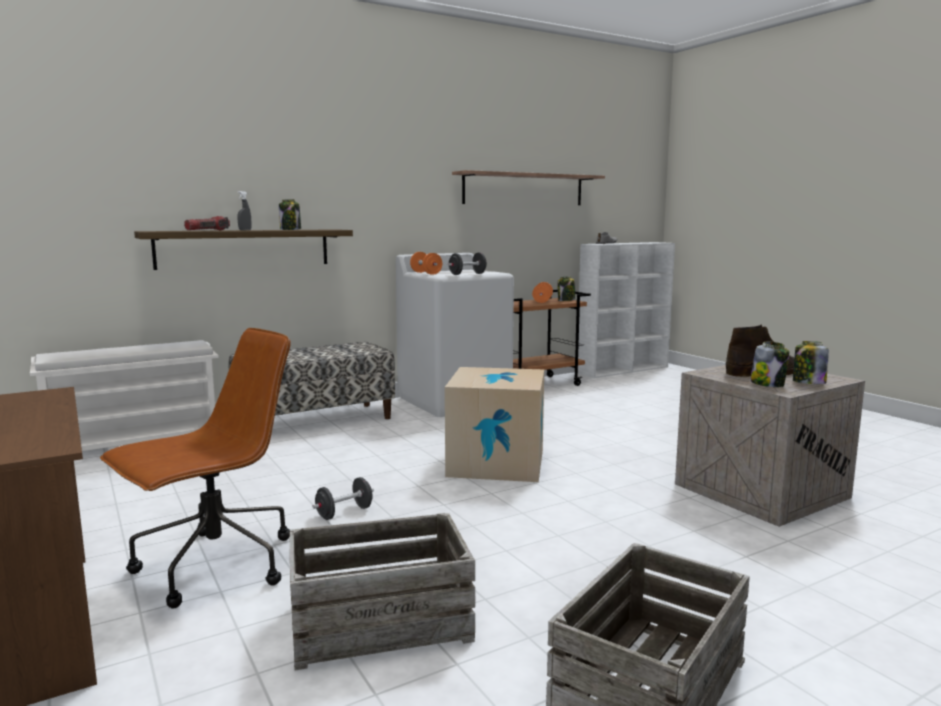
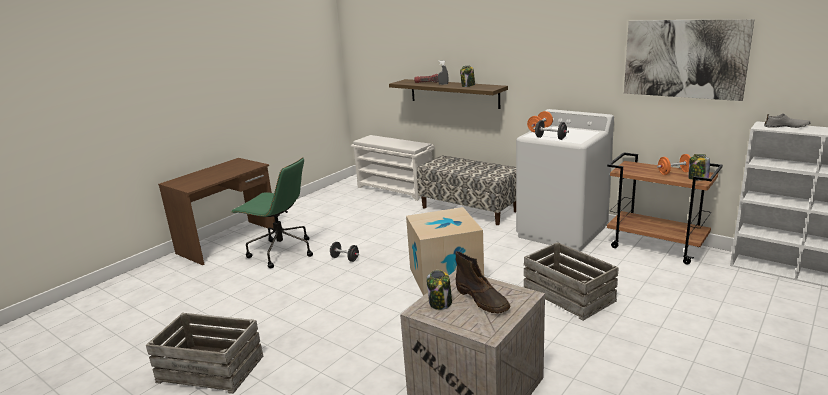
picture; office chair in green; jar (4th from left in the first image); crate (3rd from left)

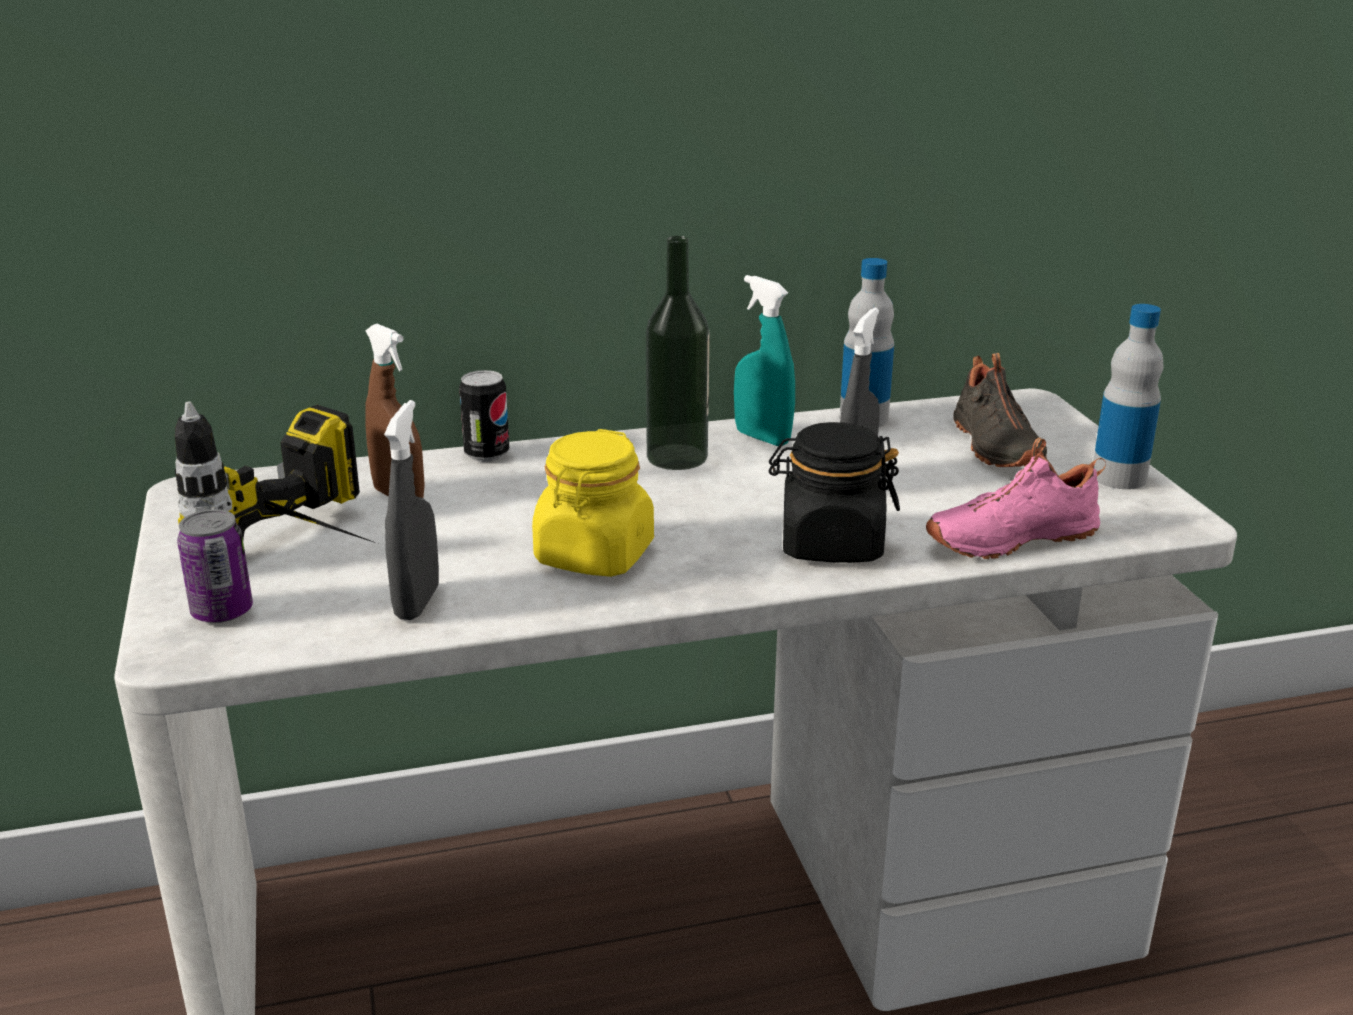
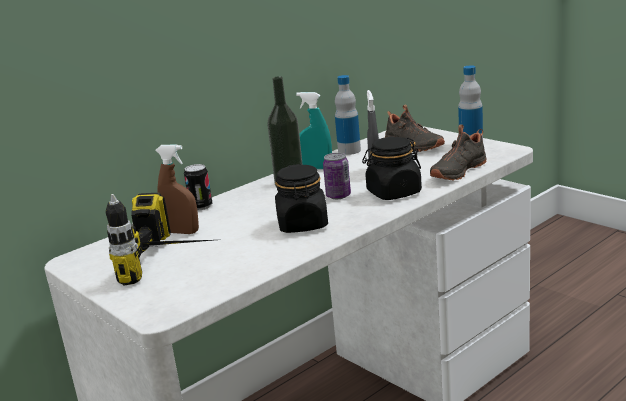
spray bottle in grey (1st from left in the first image); jar in black (1st from left); shoe in black (2nd from left); can (2nd from left)

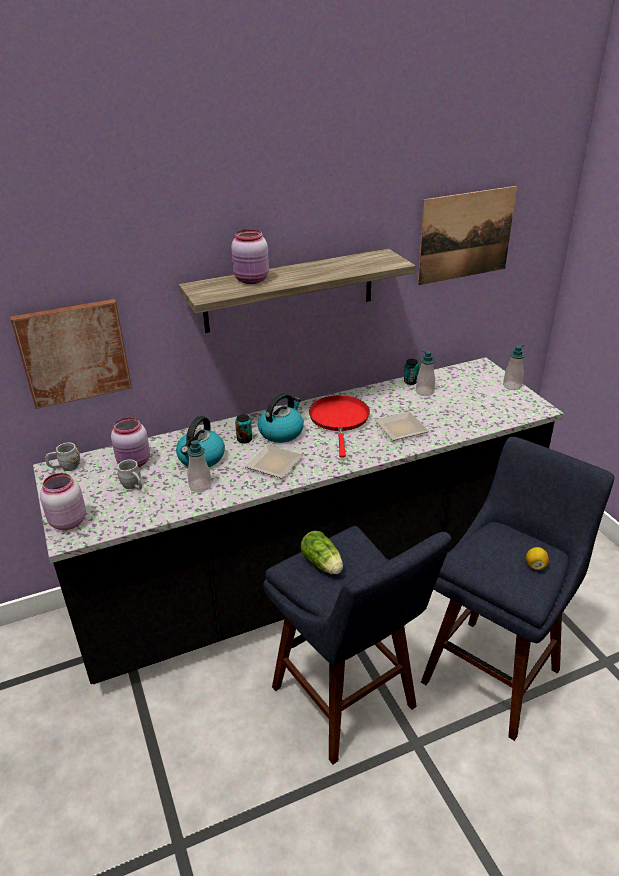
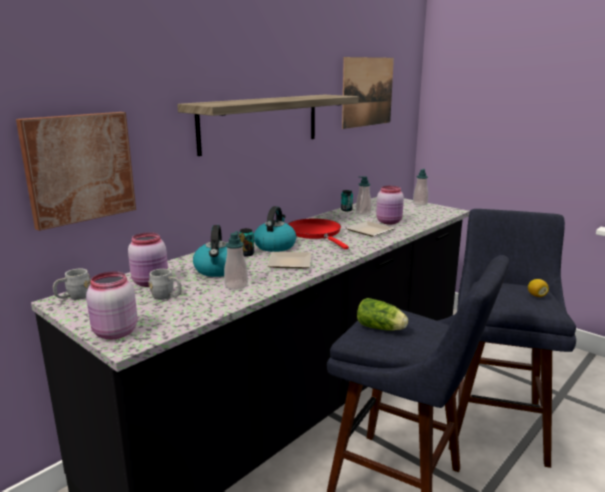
jar in pink (3rd from left)

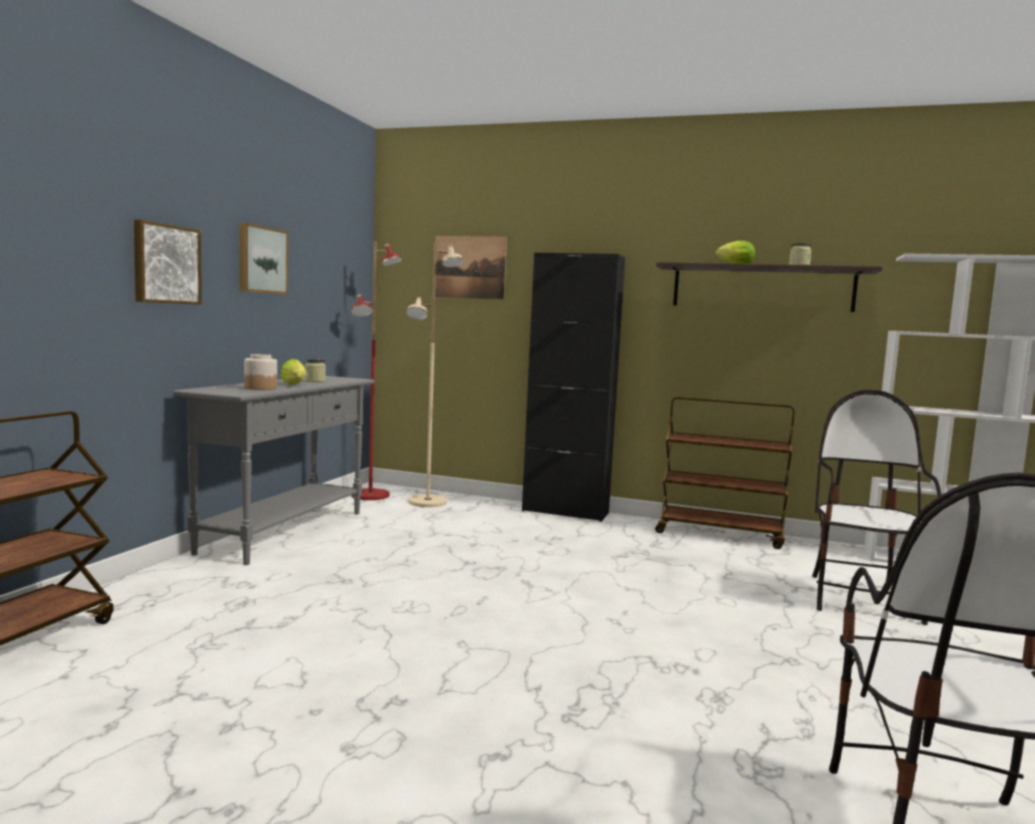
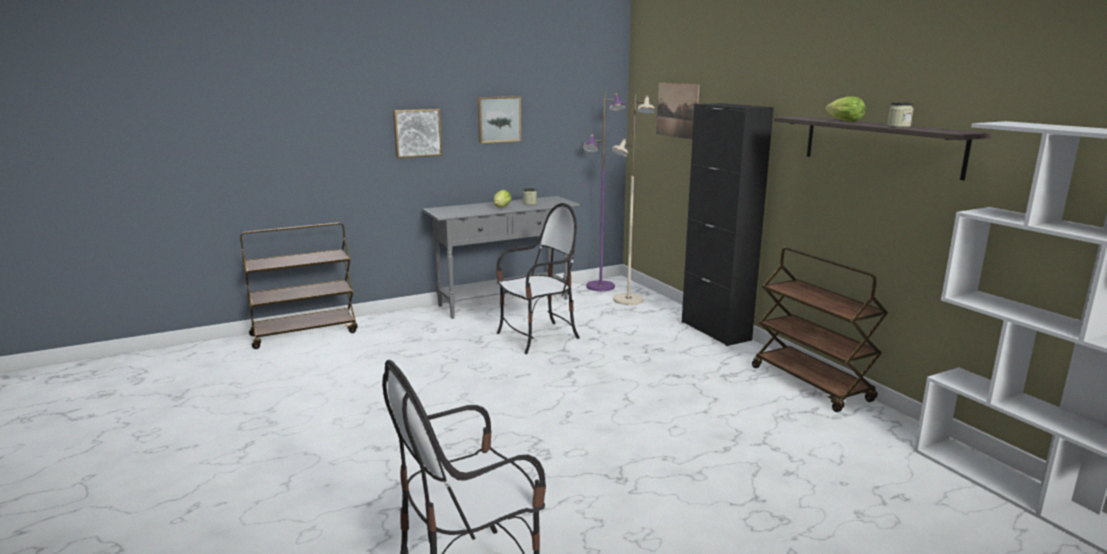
floor lamp in purple; jar (1st from left in the first image); chair (2nd from left)

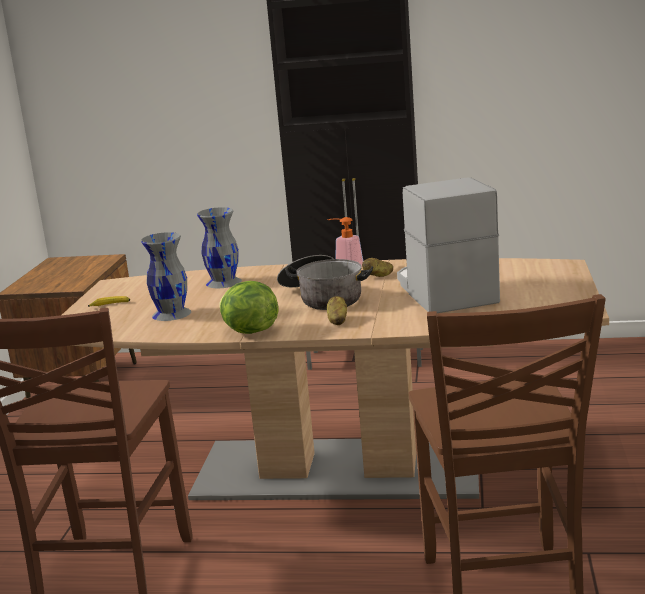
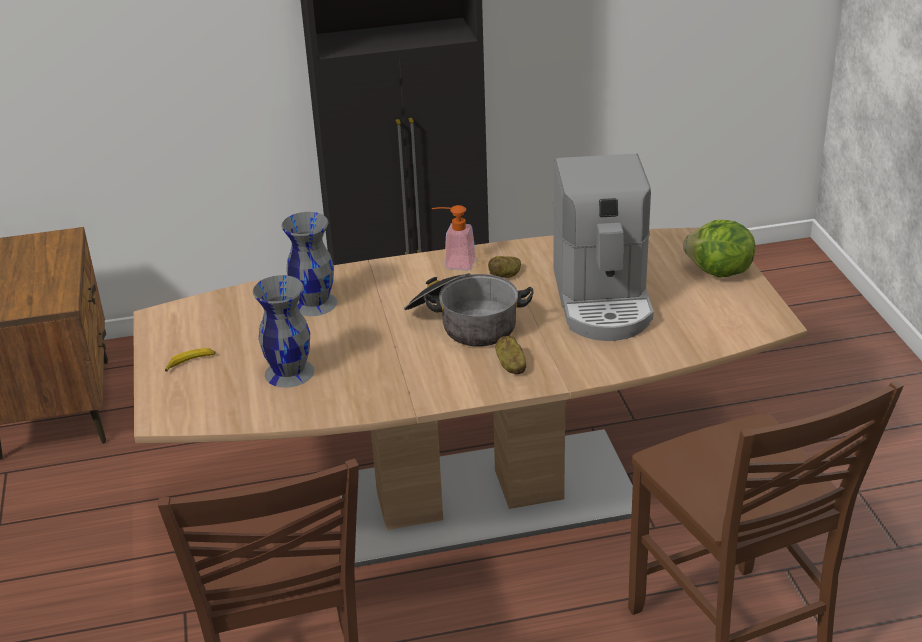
coffee machine; lettuce

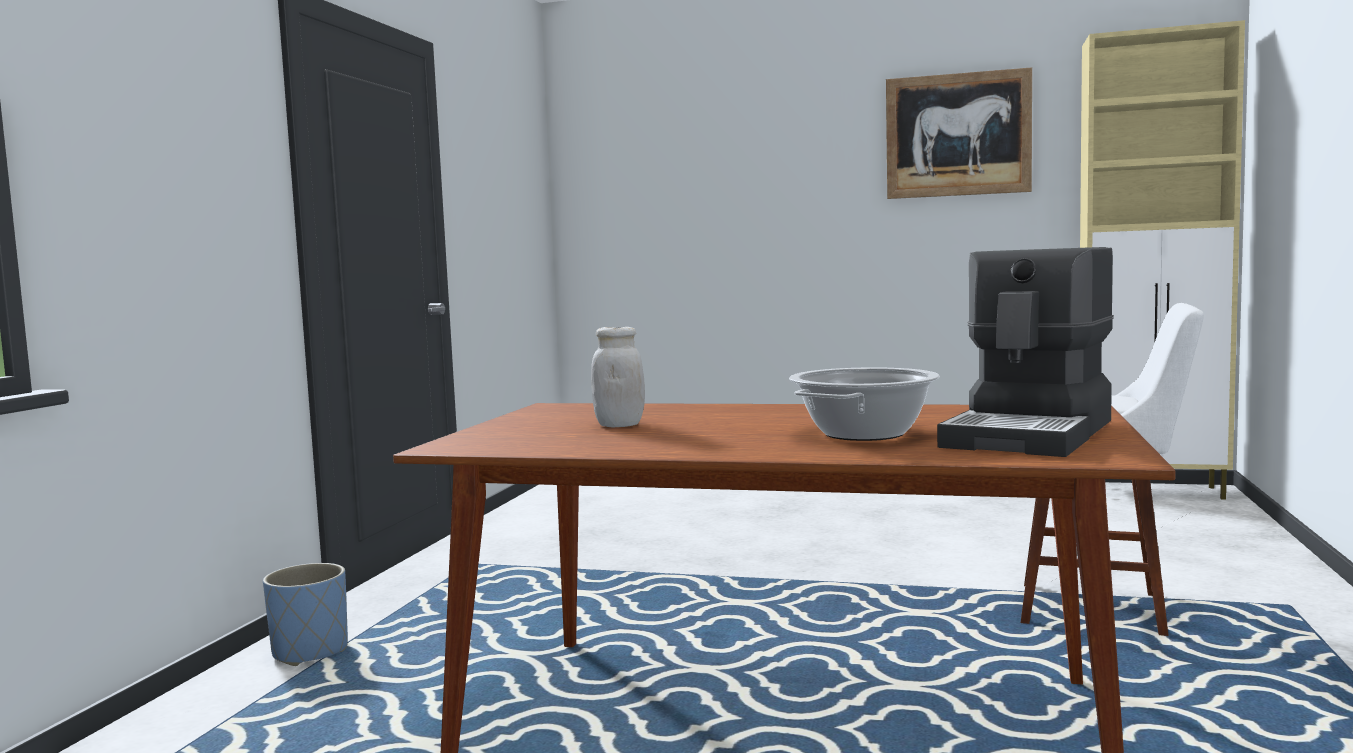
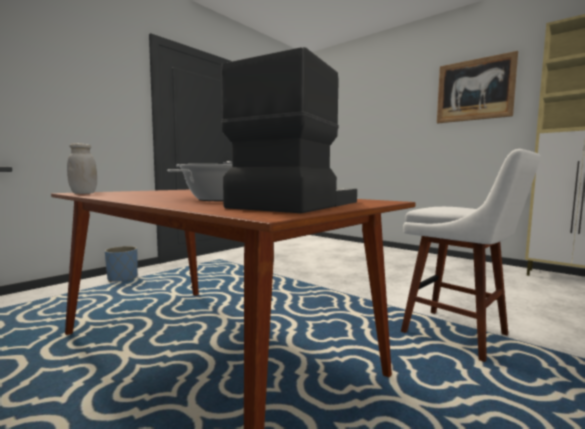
coffee machine; jar in white

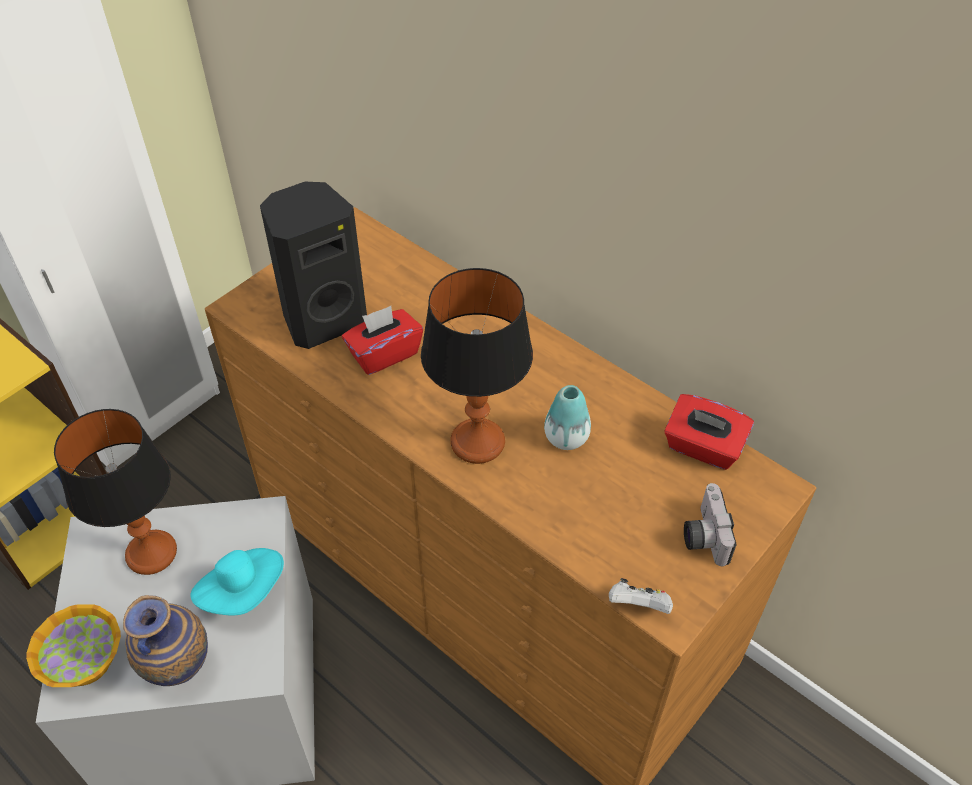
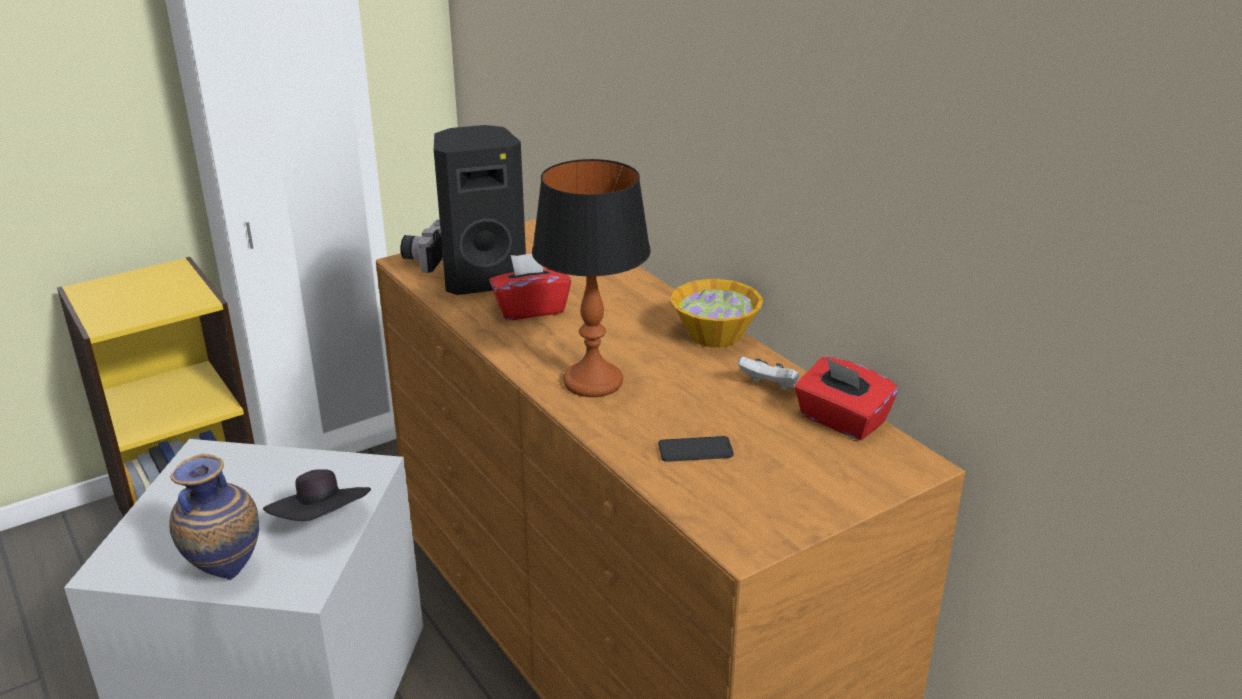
vase (2nd from left in the first image); table lamp (1st from left in the first image); photo camera; hat in black; game controller in white; bowl; phone

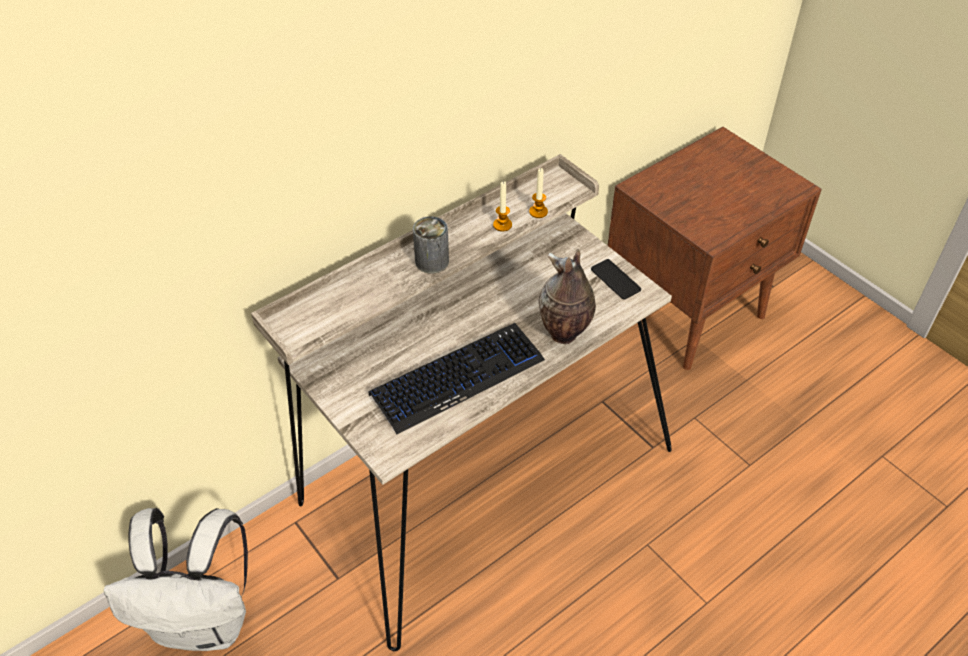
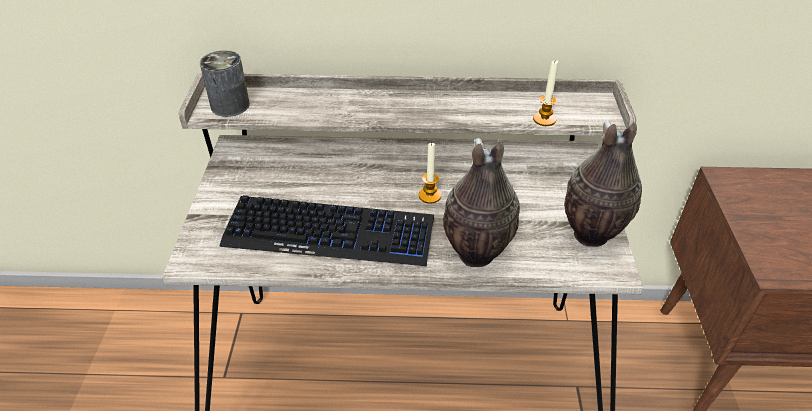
candle (1st from left); can; vase (2nd from left); backpack in white

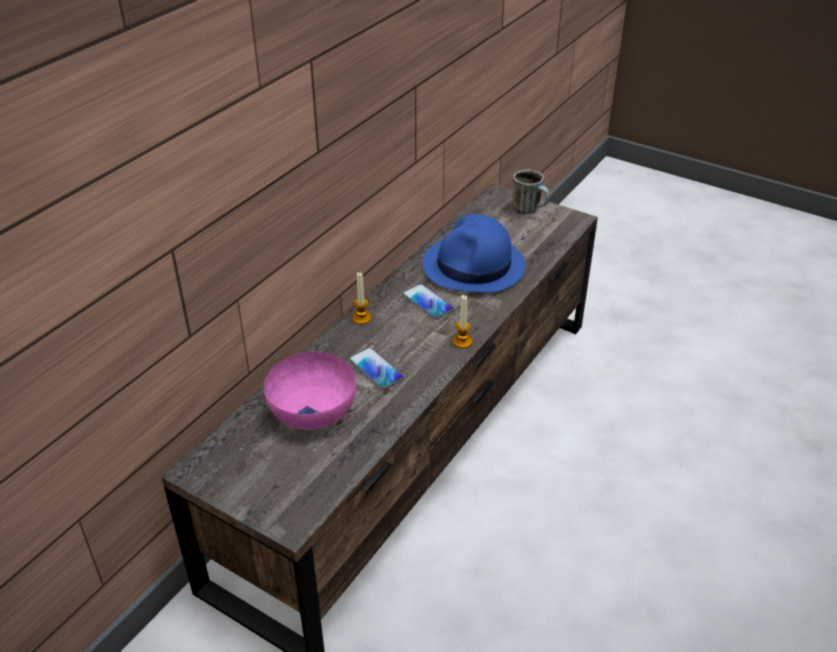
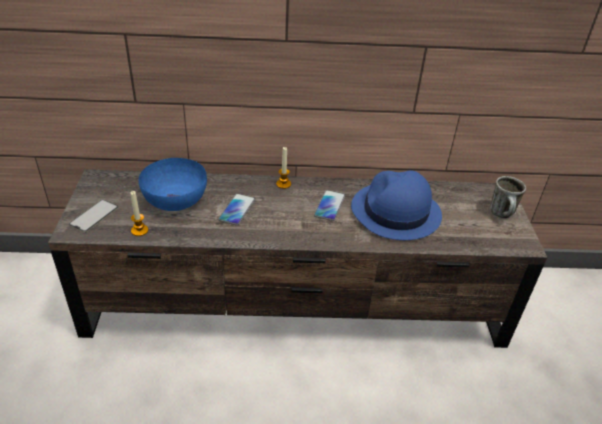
candle (1st from left); bowl in blue; phone (1st from left)

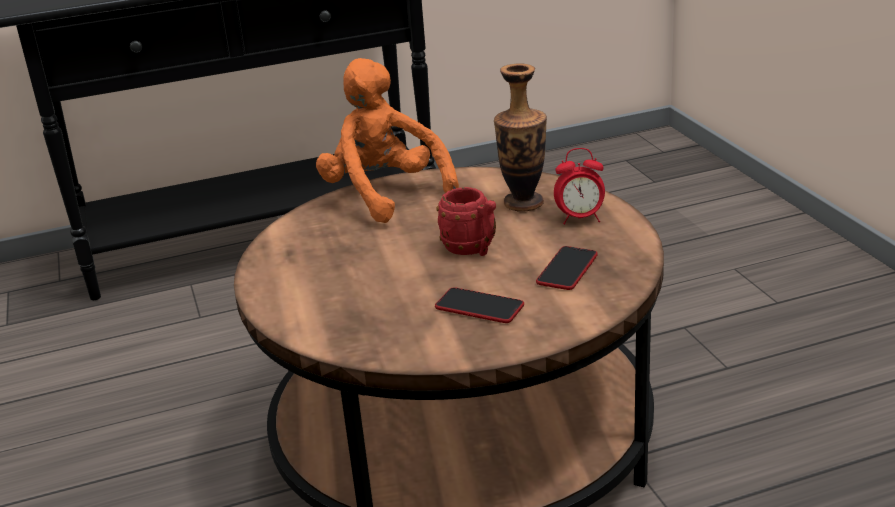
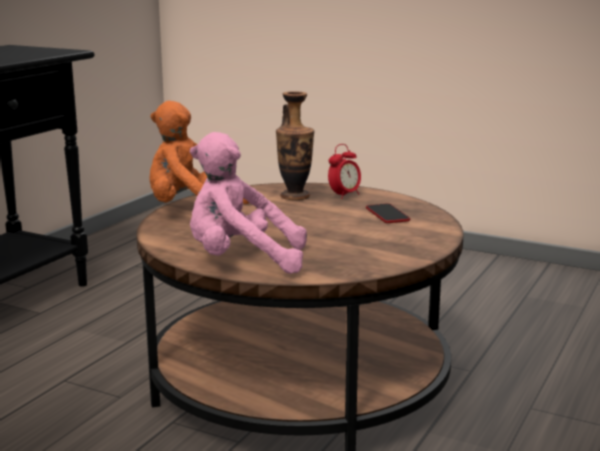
mug in red; phone (1st from left in the first image); plush toy in pink

